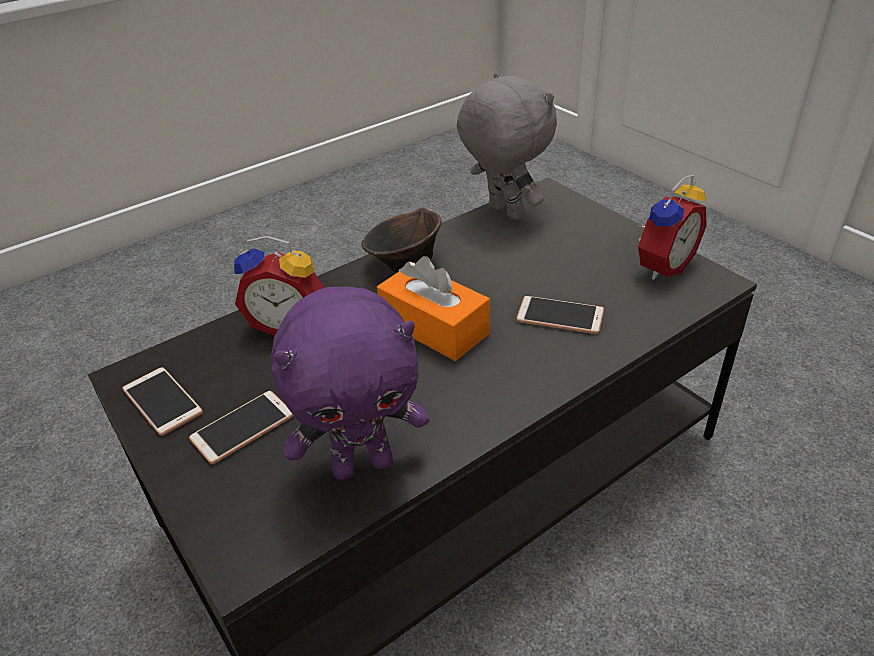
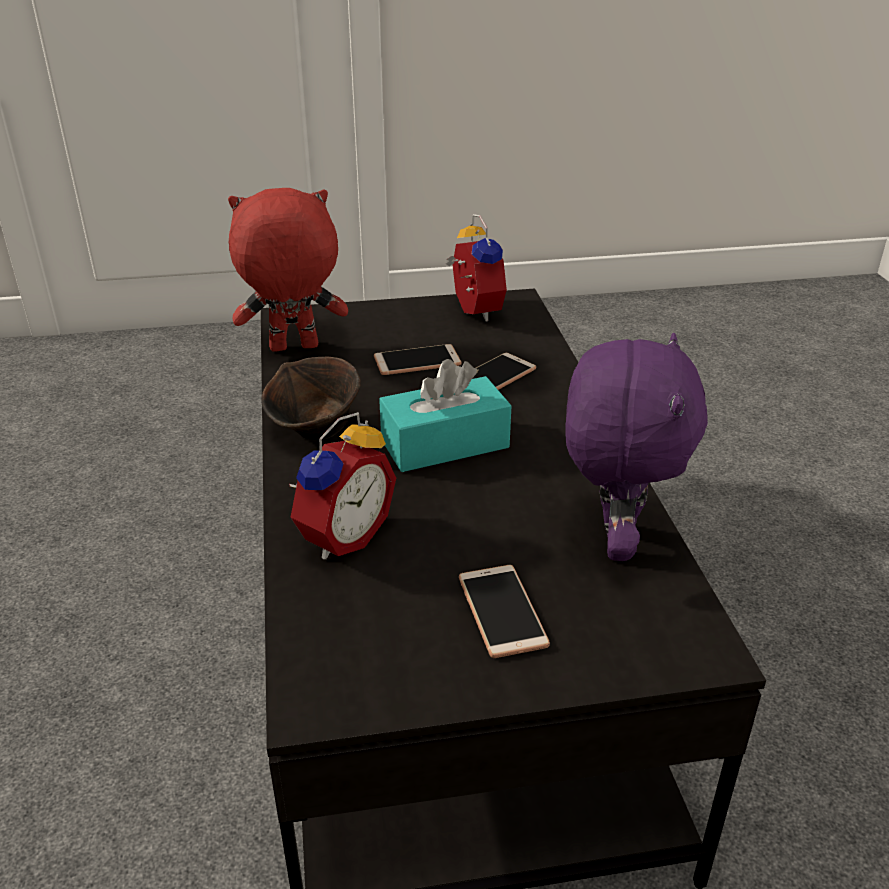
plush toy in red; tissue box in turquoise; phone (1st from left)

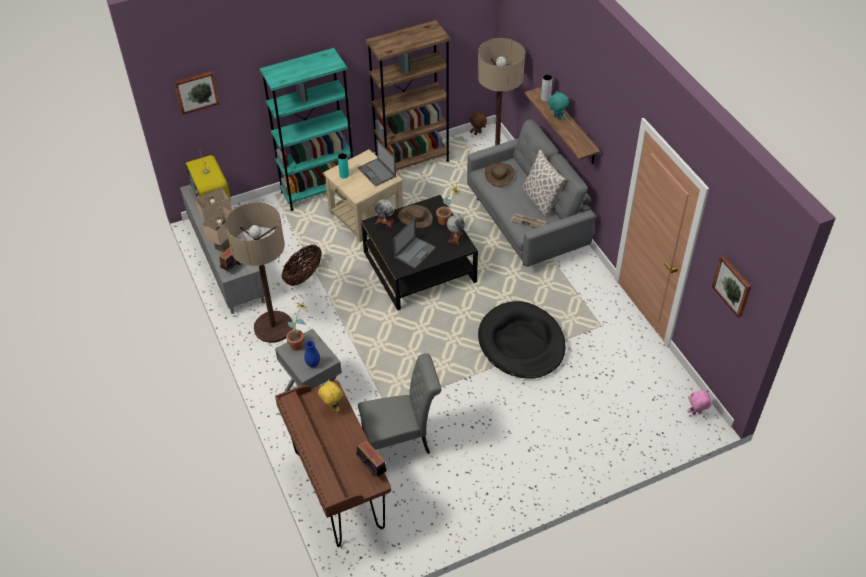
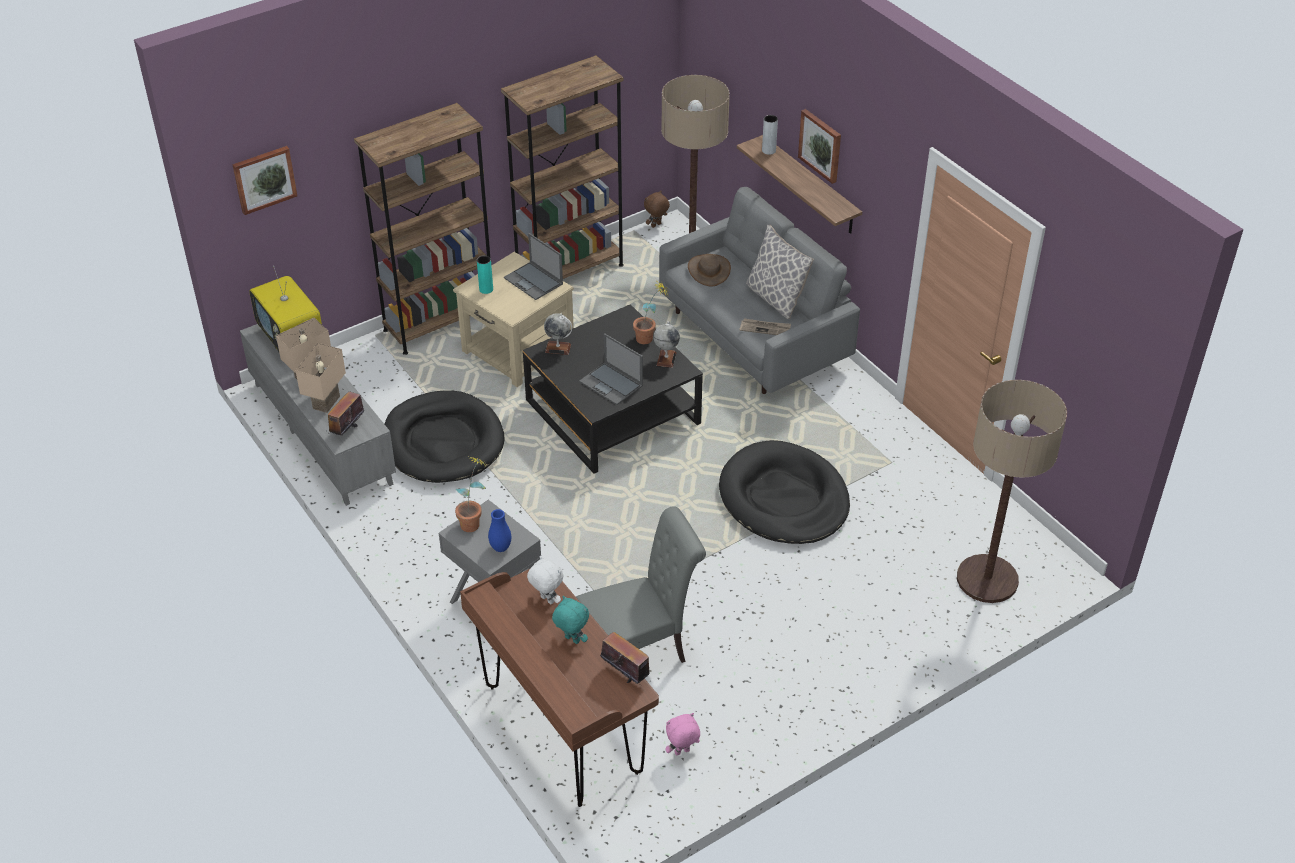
bookcase in brown (1st from left); plush toy in turquoise; floor lamp (2nd from left); hat in brown (1st from left in the first image); laptop (2nd from left); dog bed in black (1st from left); picture (2nd from left); plush toy in white; plush toy in pink

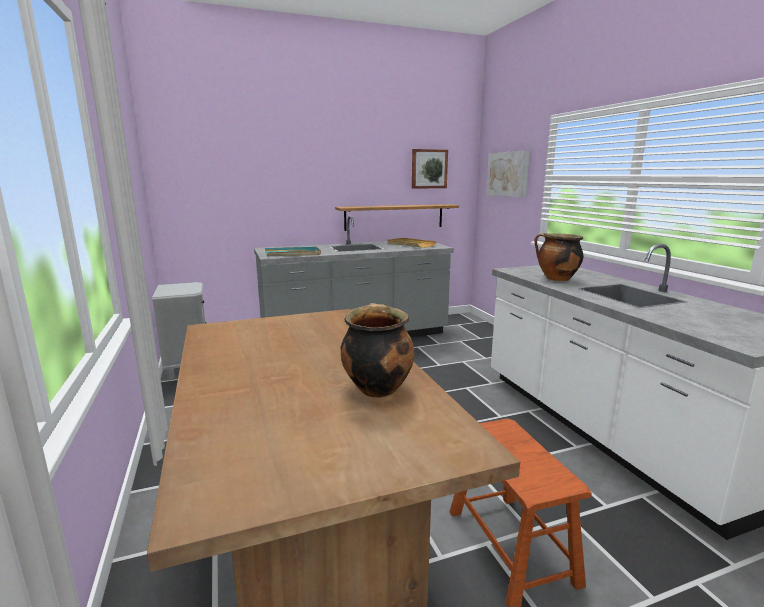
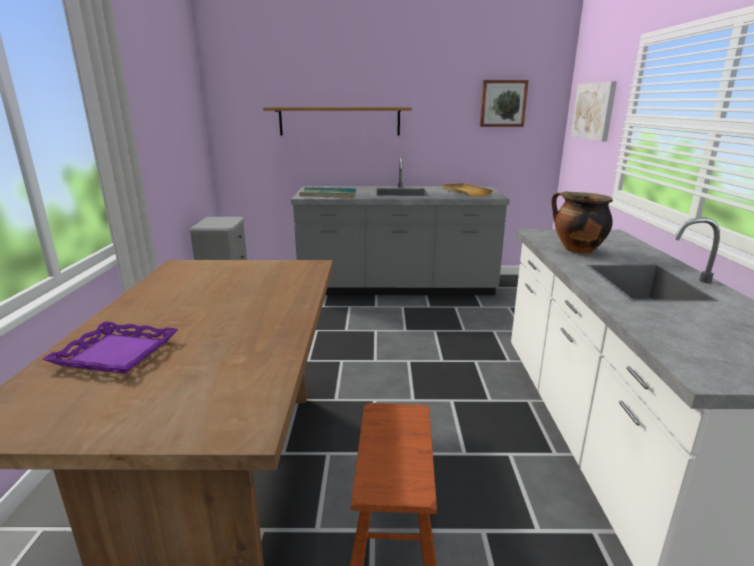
shelf; cooking pot (1st from left in the first image); tray in purple

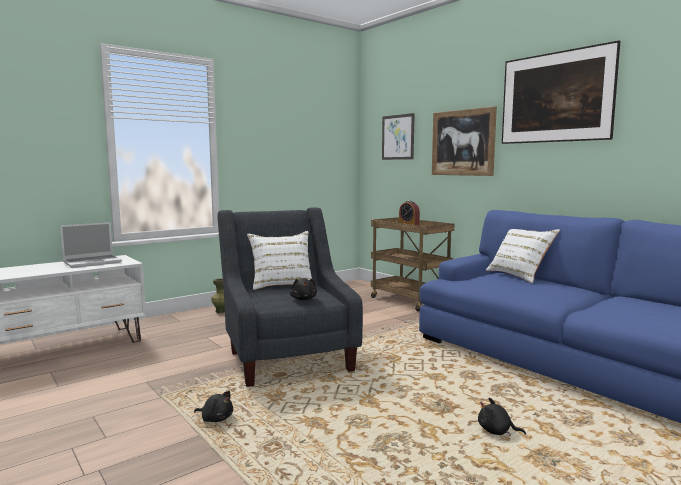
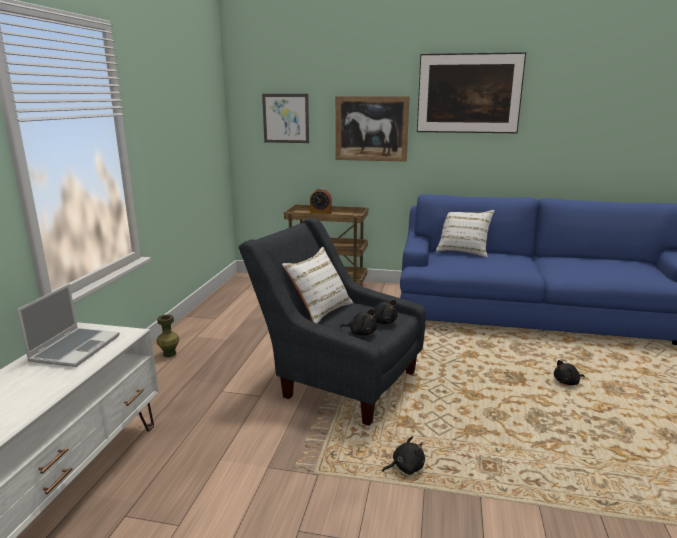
plush toy in black (1st from left)

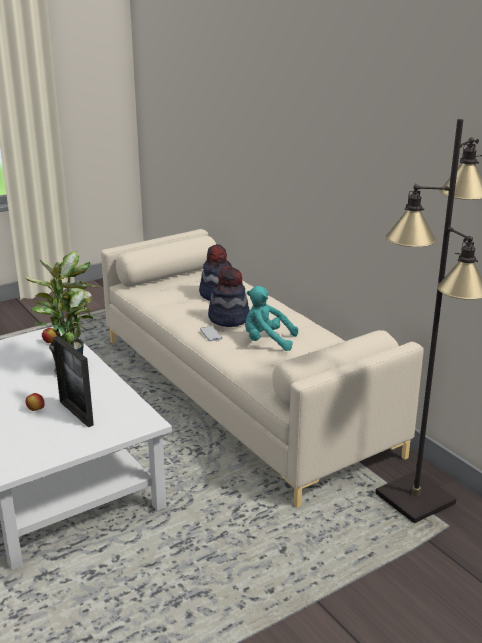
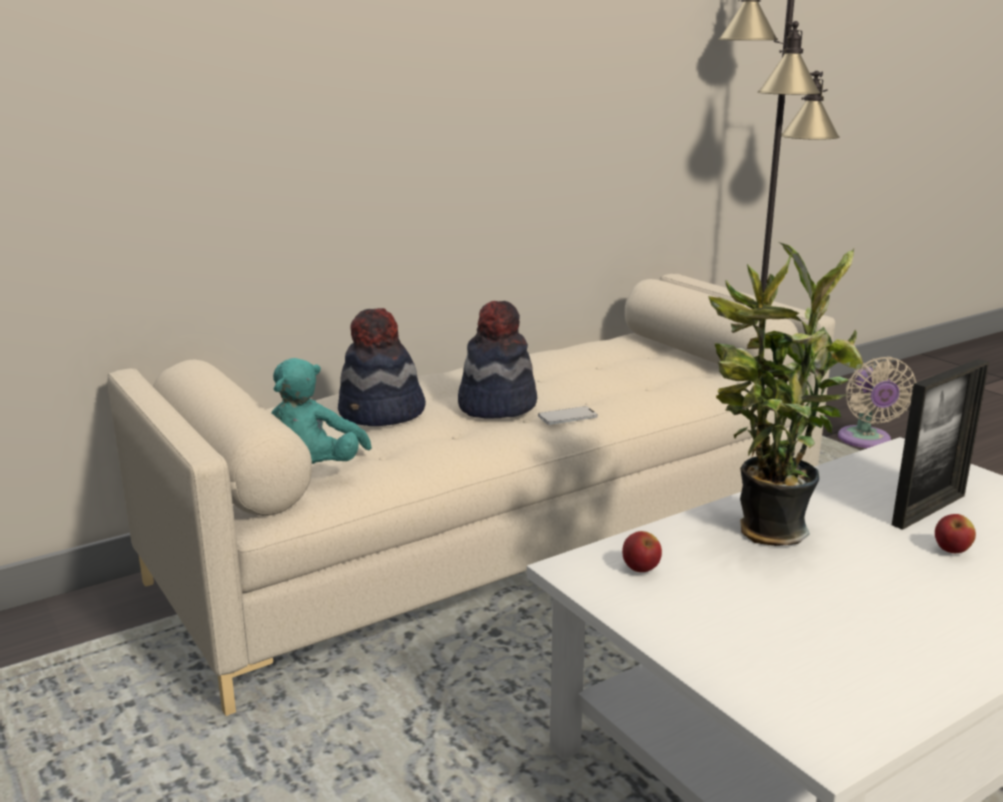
plush toy in turquoise; fan in beige

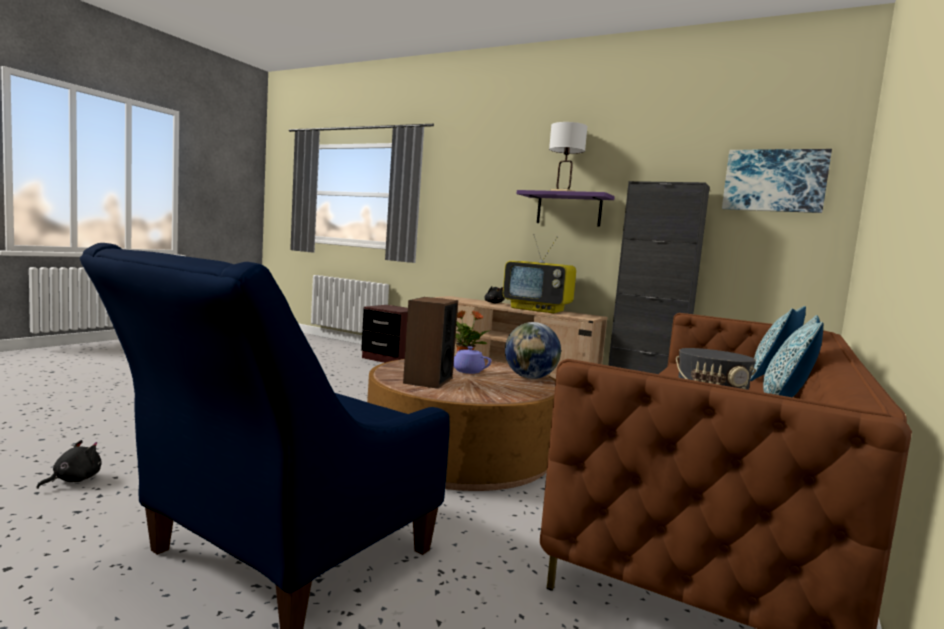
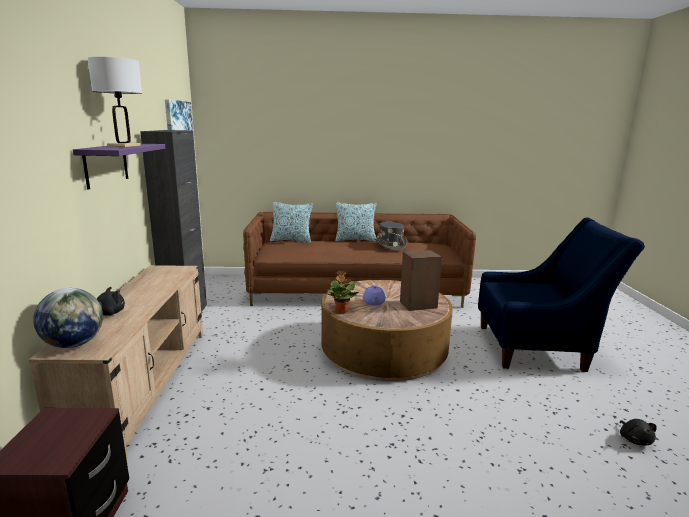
television; globe; plush toy in black (2nd from left)

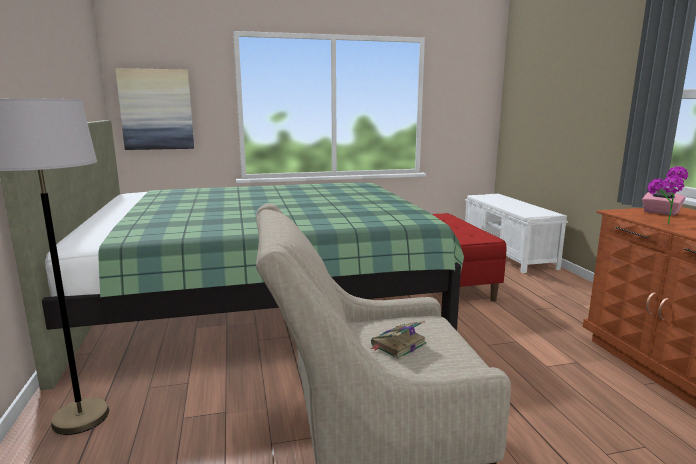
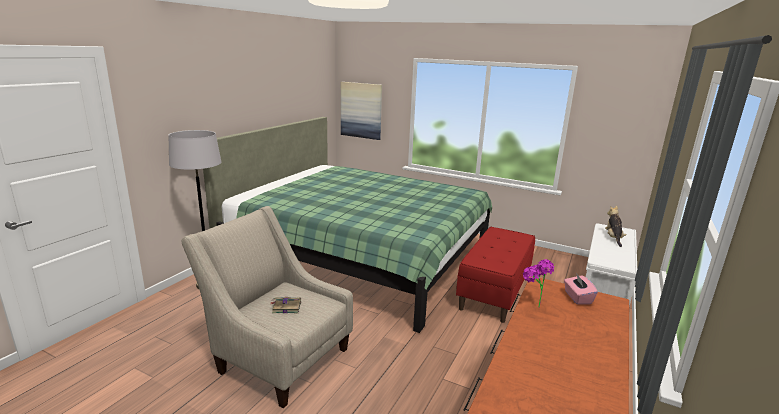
plush toy

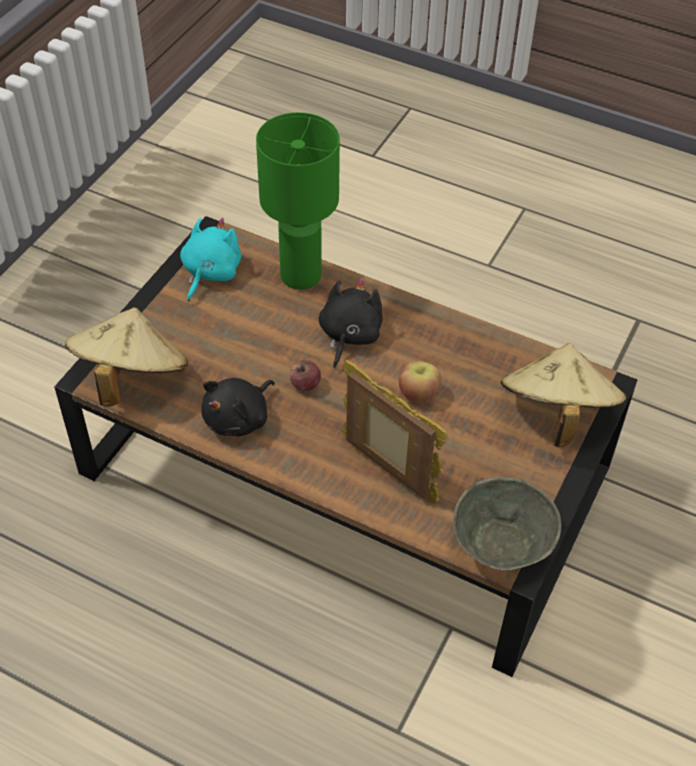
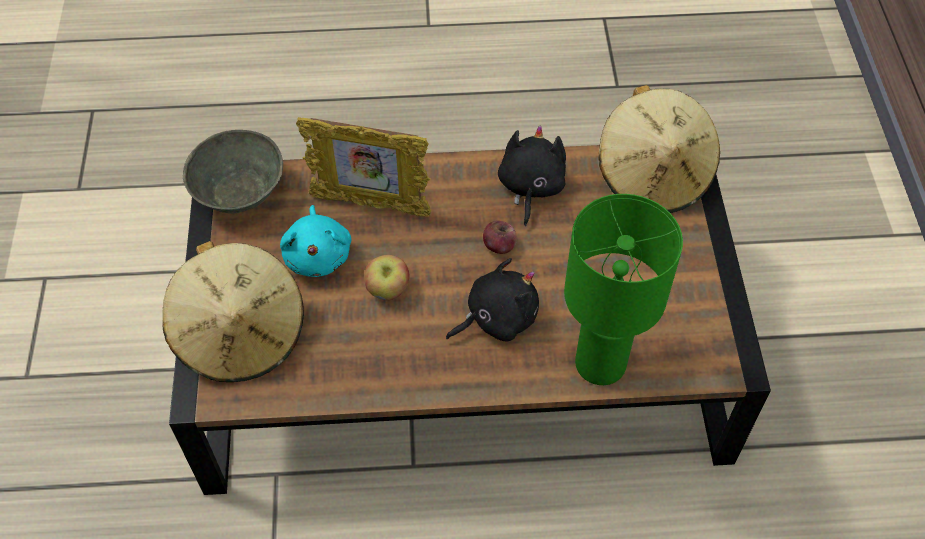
plush toy in turquoise; plush toy in black (1st from left)

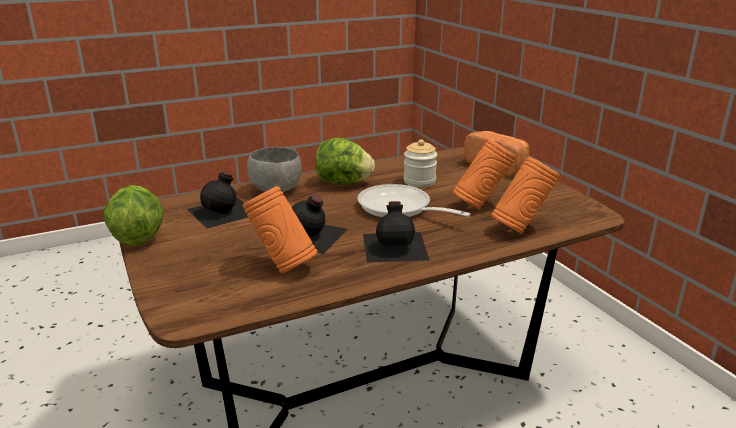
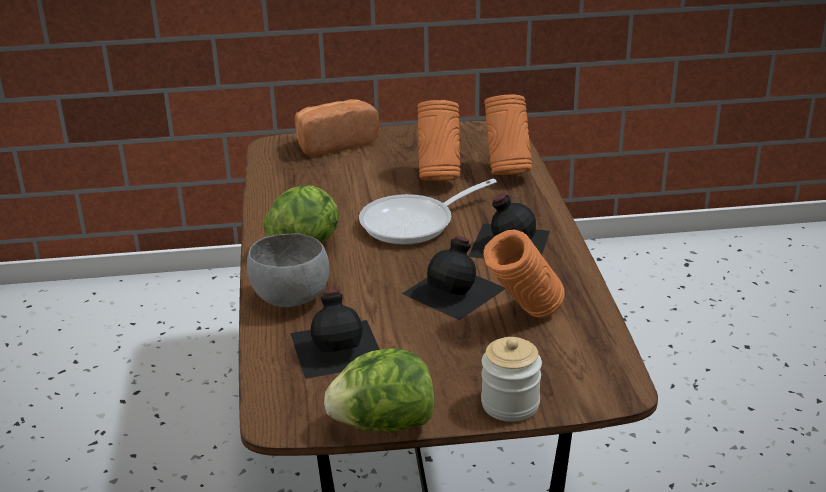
jar

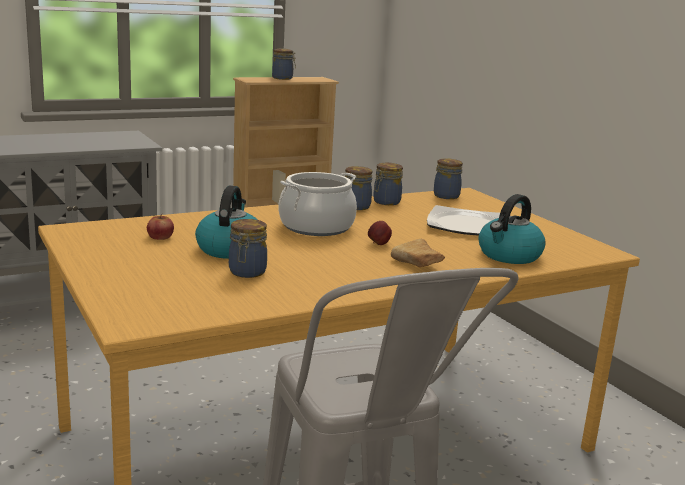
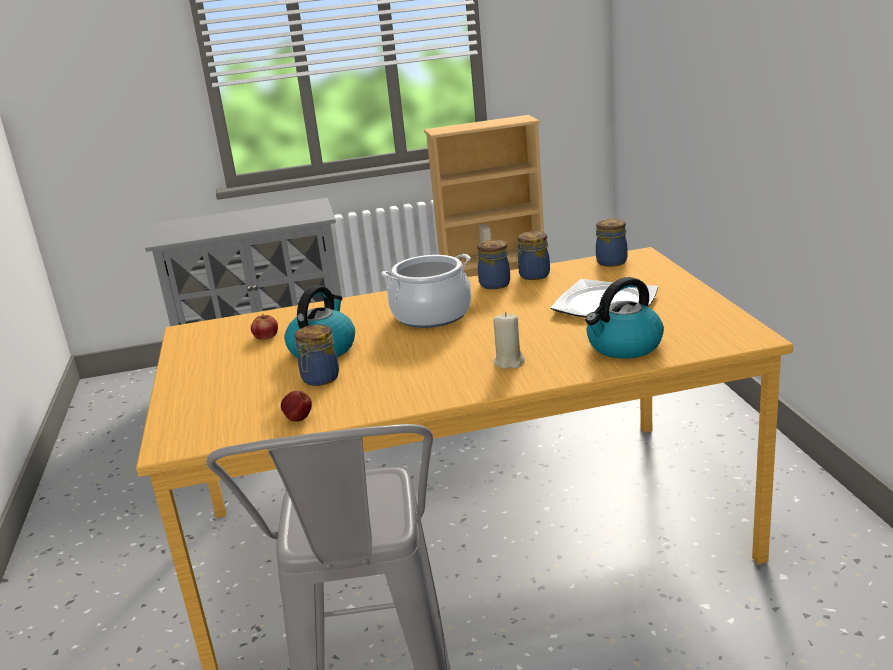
jar (2nd from left in the first image); apple (2nd from left); candle in beige

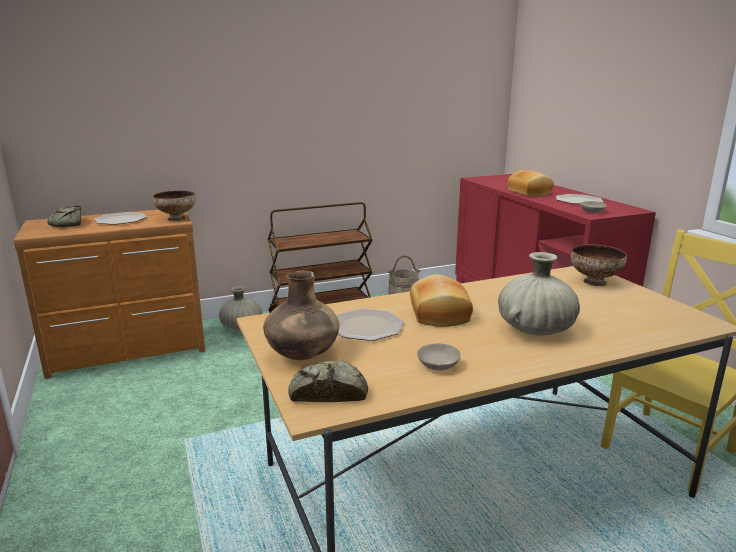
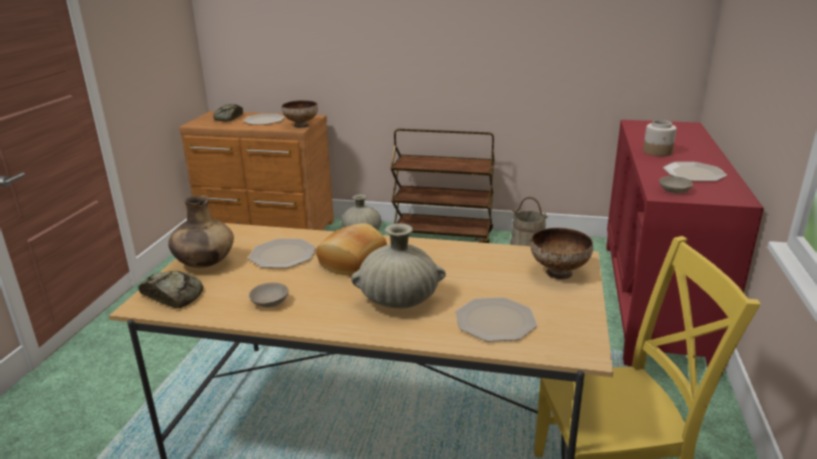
jar; plate (3rd from left)

